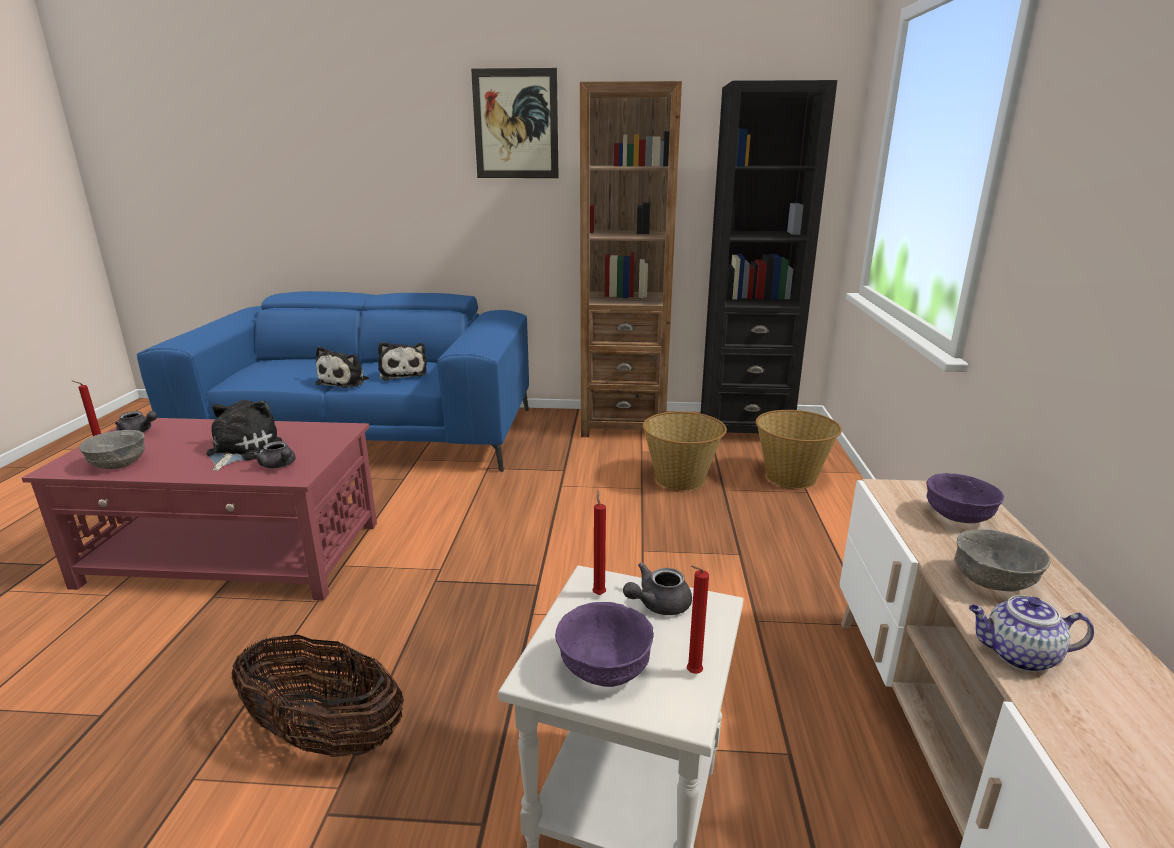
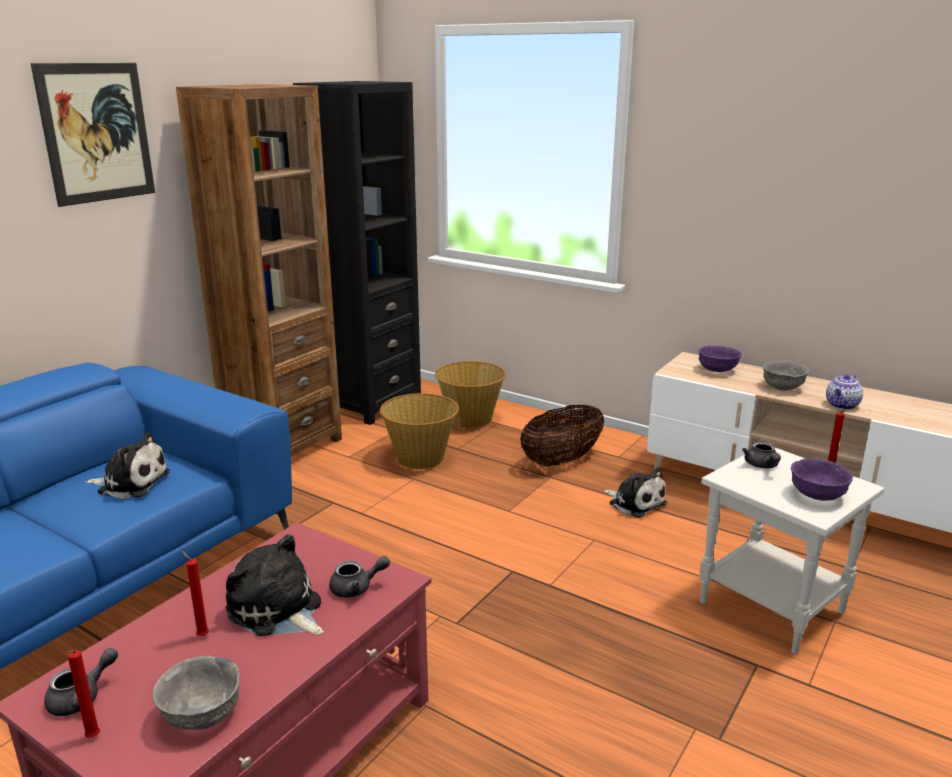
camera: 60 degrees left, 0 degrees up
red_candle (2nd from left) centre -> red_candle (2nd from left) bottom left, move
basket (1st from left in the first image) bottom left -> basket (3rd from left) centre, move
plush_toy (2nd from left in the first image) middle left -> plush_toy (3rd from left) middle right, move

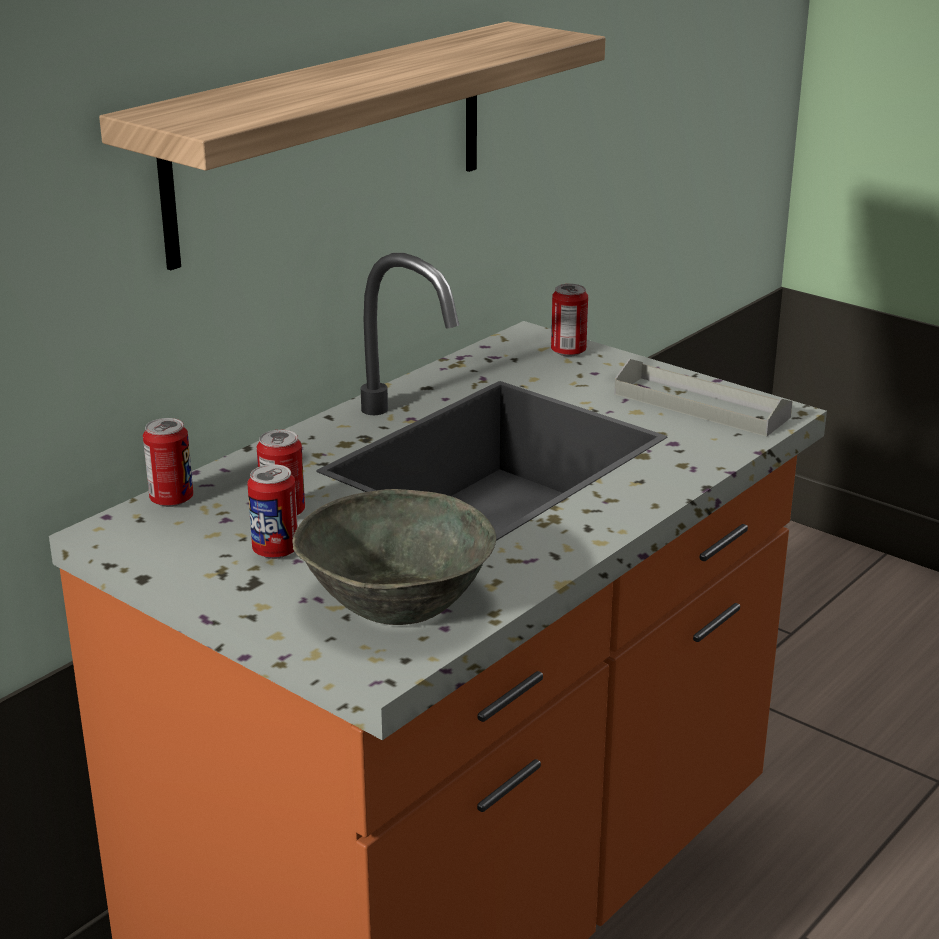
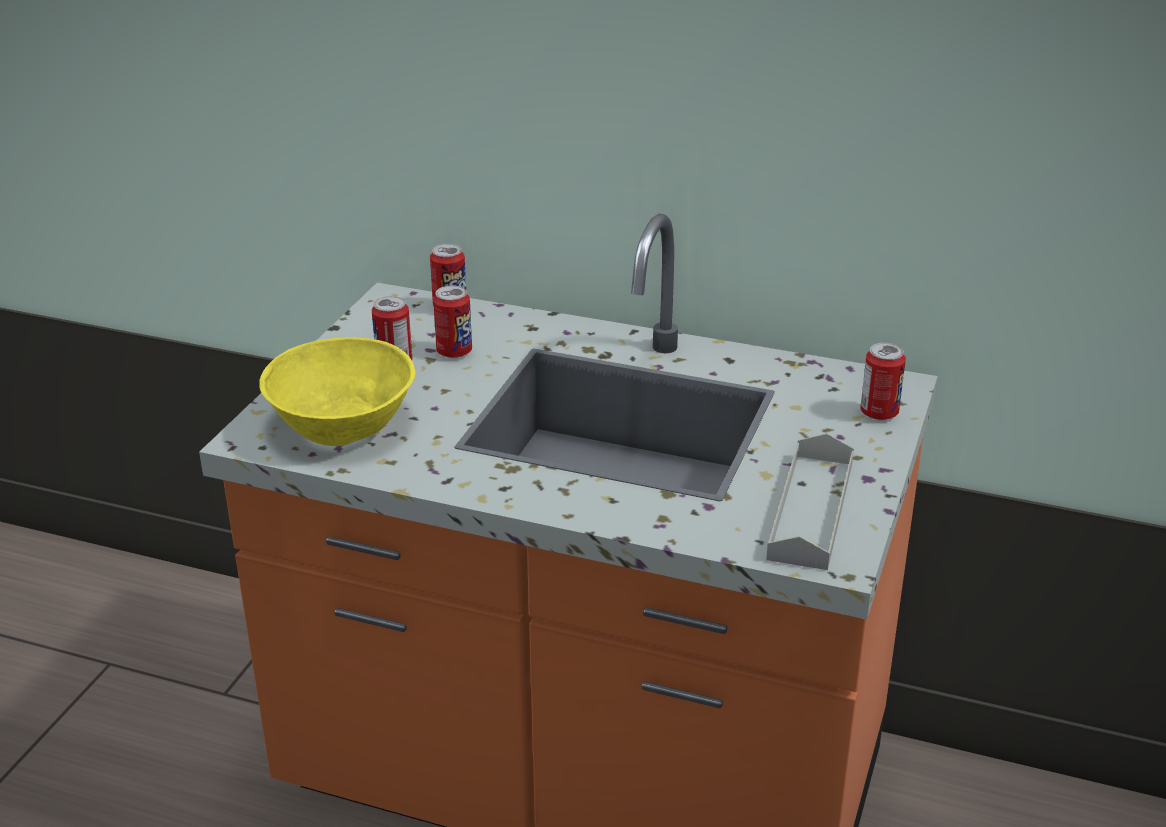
camera: 70 degrees right, 5 degrees up
grey_bowl centre -> yellow_bowl middle left
shelf top centre -> none

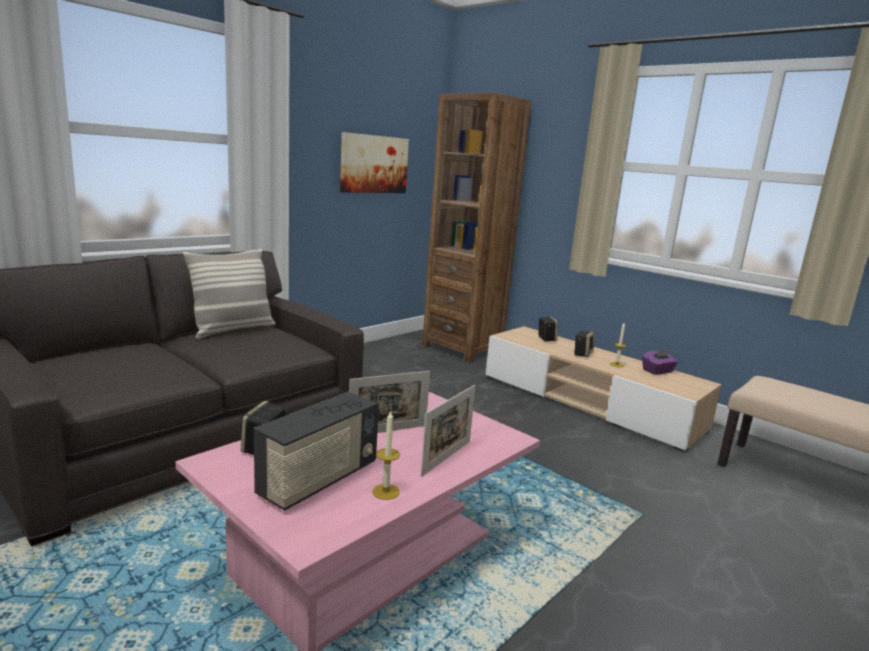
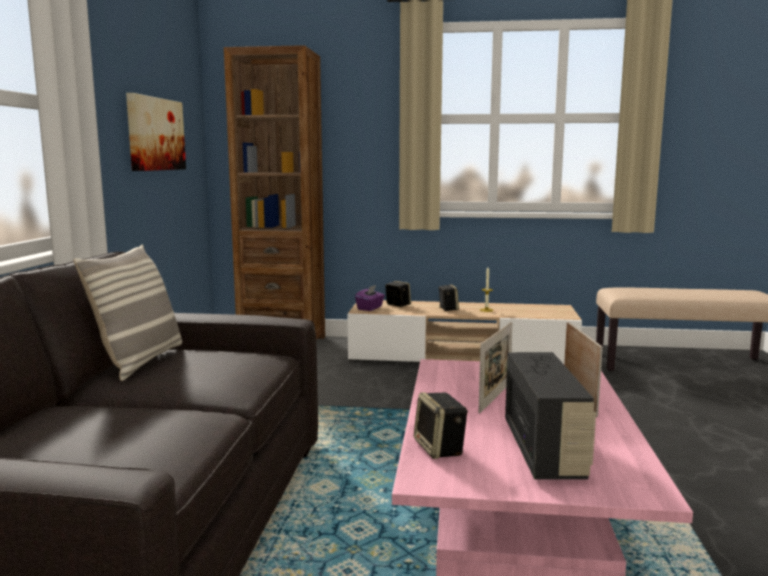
camera: 35 degrees left, 5 degrees down
purple_tissue_box middle right -> purple_tissue_box centre, move
candle (1st from left) bottom centre -> none

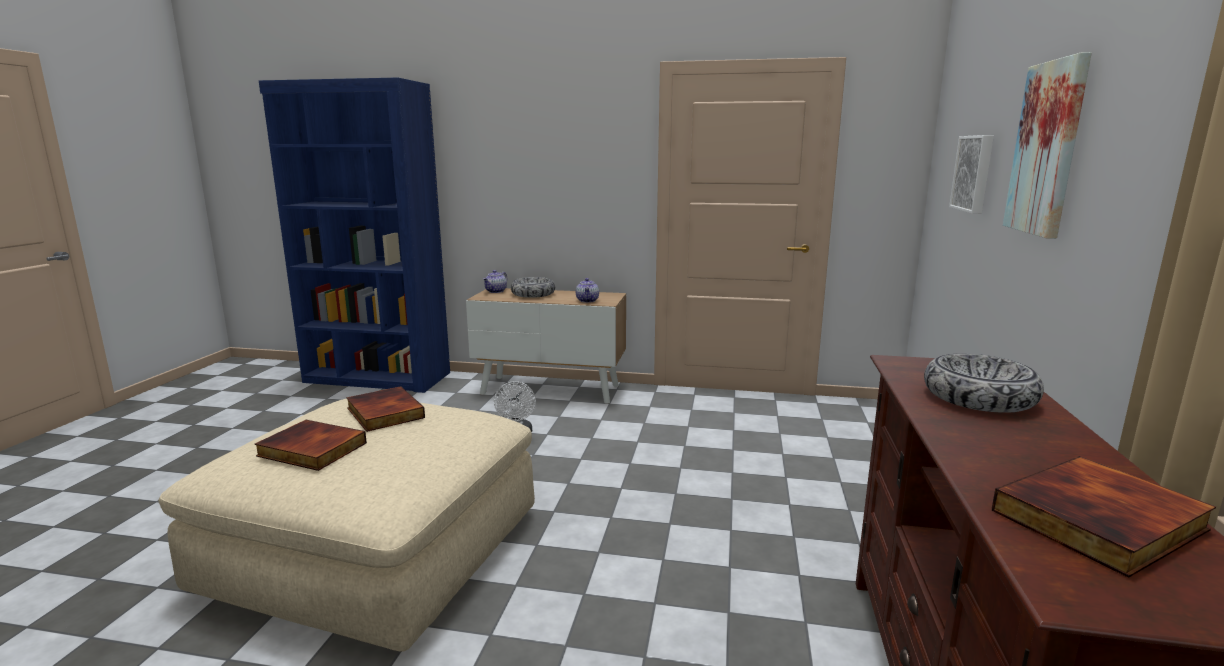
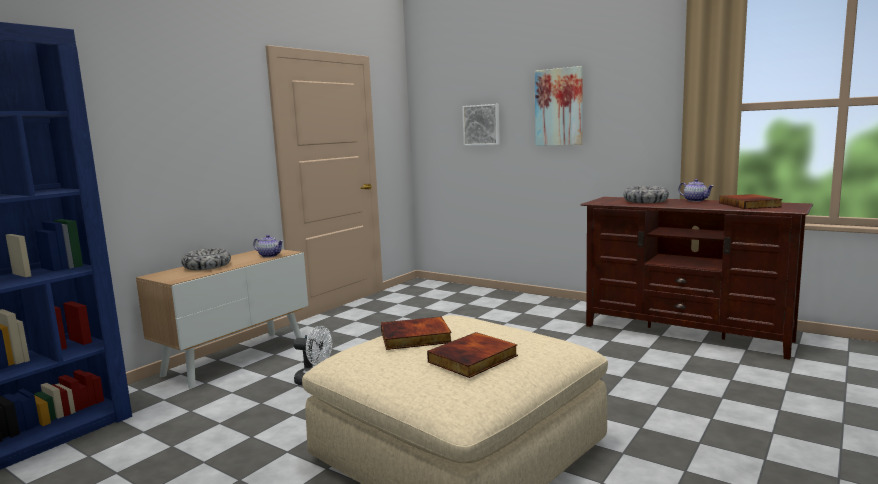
camera: 65 degrees left, 5 degrees down
teapot (1st from left in the first image) centre -> teapot (2nd from left) middle right, move

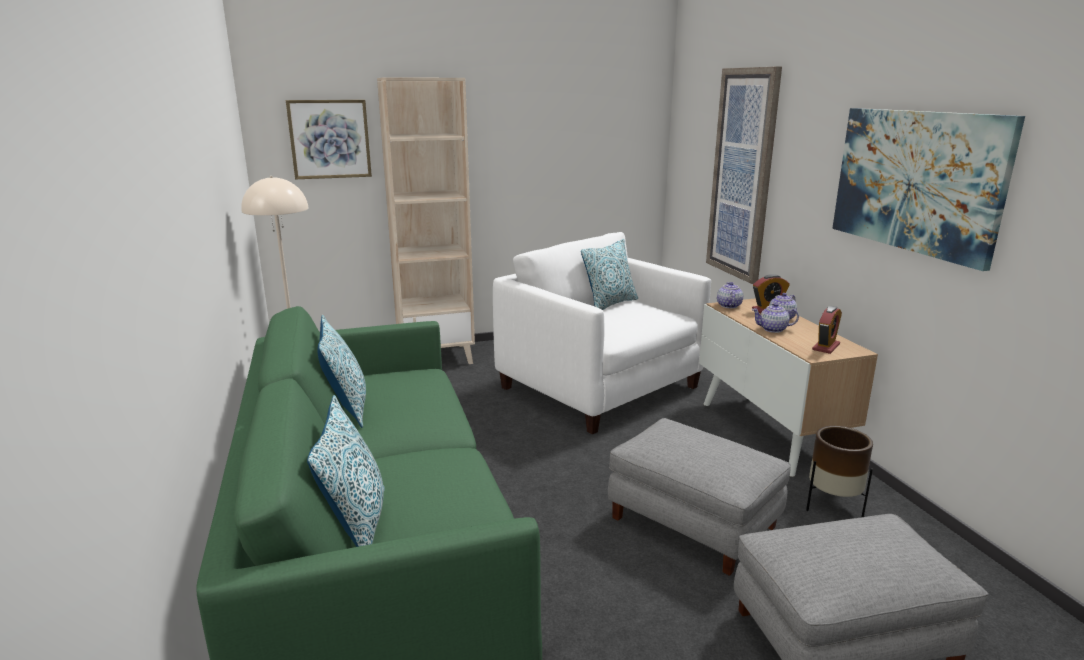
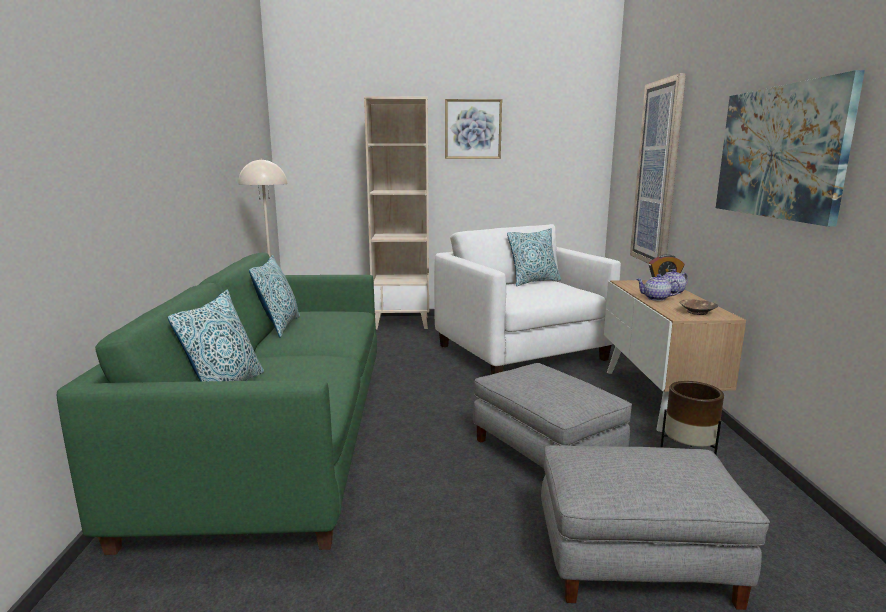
camera: 15 degrees right, 5 degrees down
picture (1st from left) top left -> picture (1st from left) top centre, move
alarm_clock (2nd from left) middle right -> brown_bowl middle right
teapot (1st from left) middle right -> none

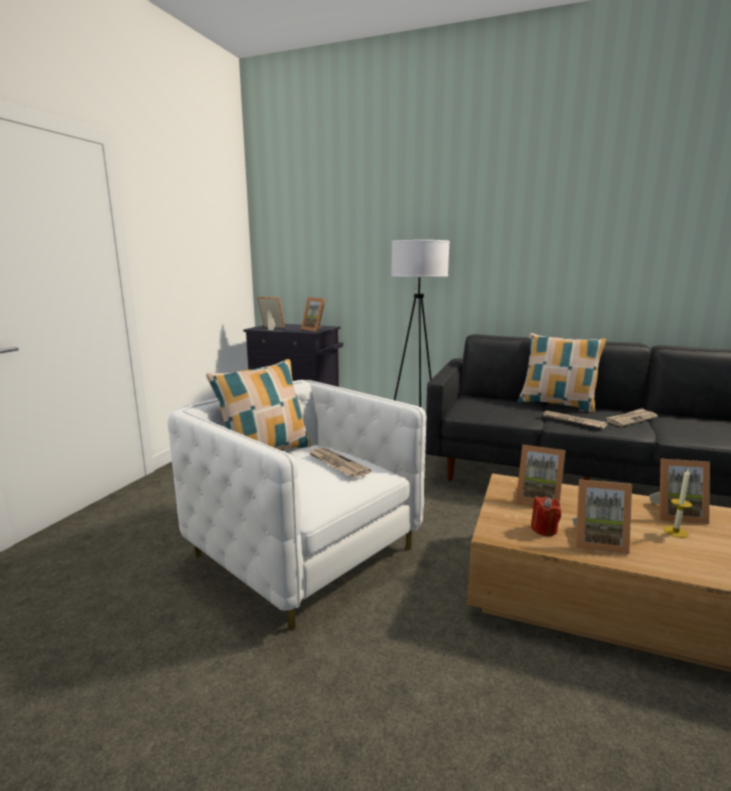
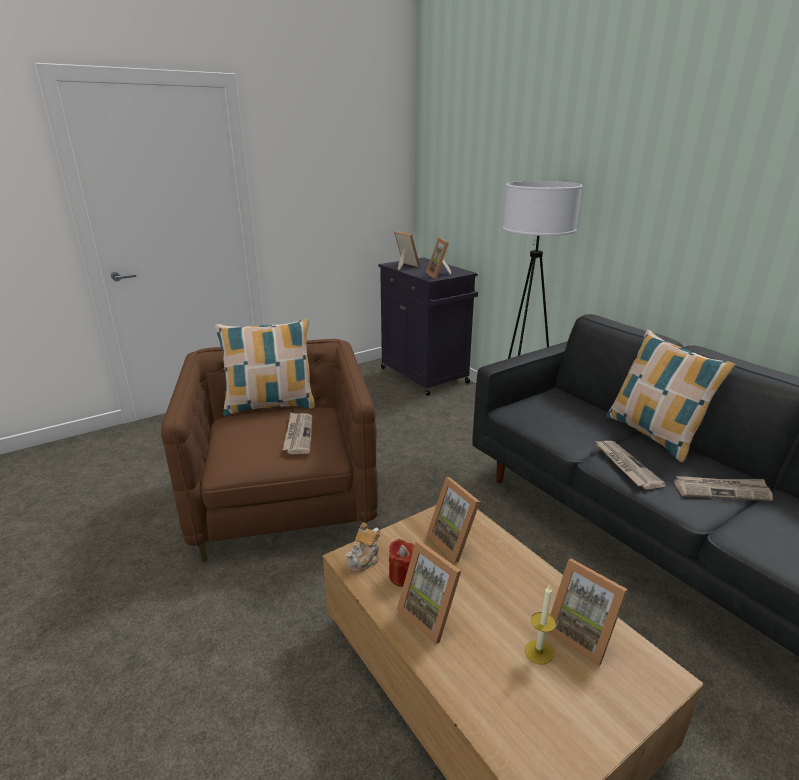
camera: 35 degrees right, 10 degrees up
white_armchair centre -> brown_armchair centre
none -> teapot bottom centre

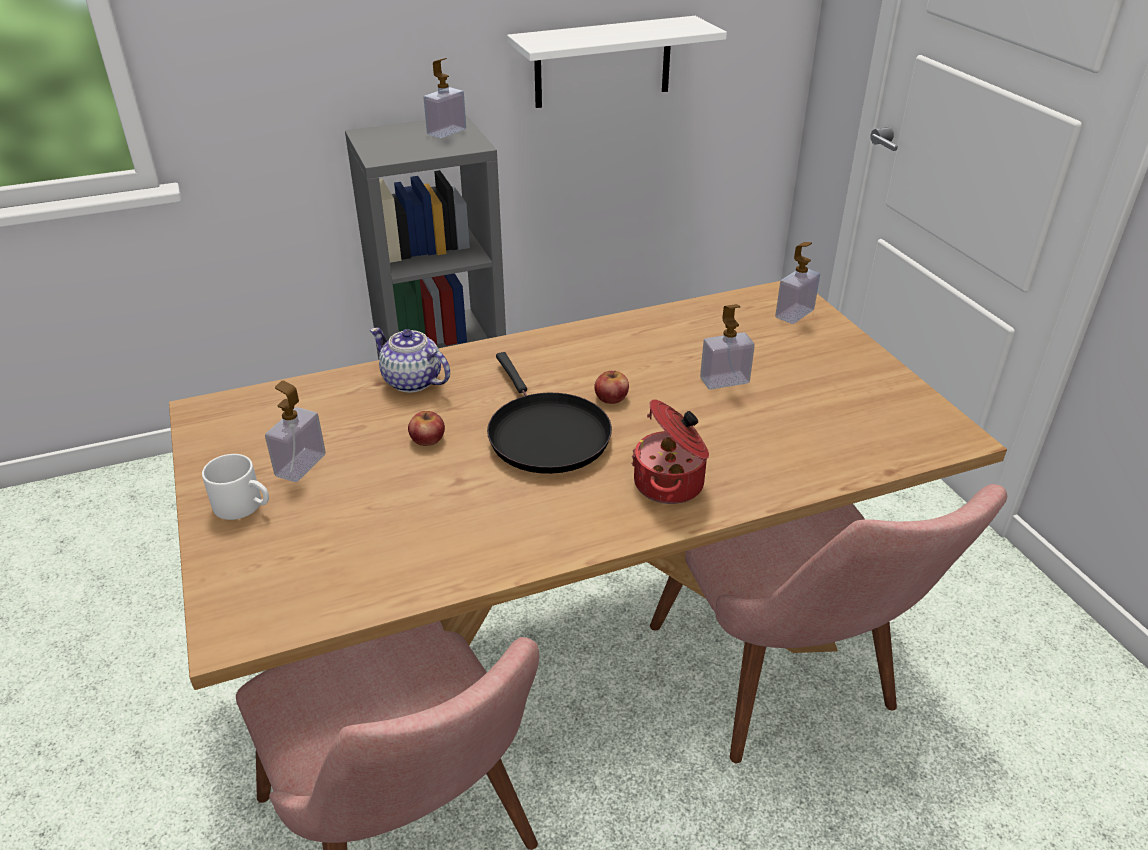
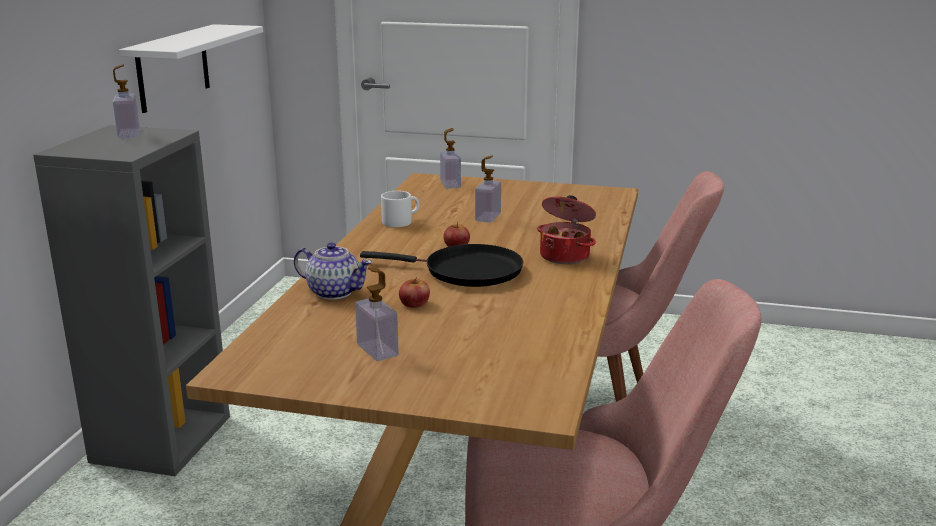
camera: 55 degrees left, 15 degrees down
teapot centre, 135 degrees counterclockwise
white_mug middle left -> white_mug centre, move

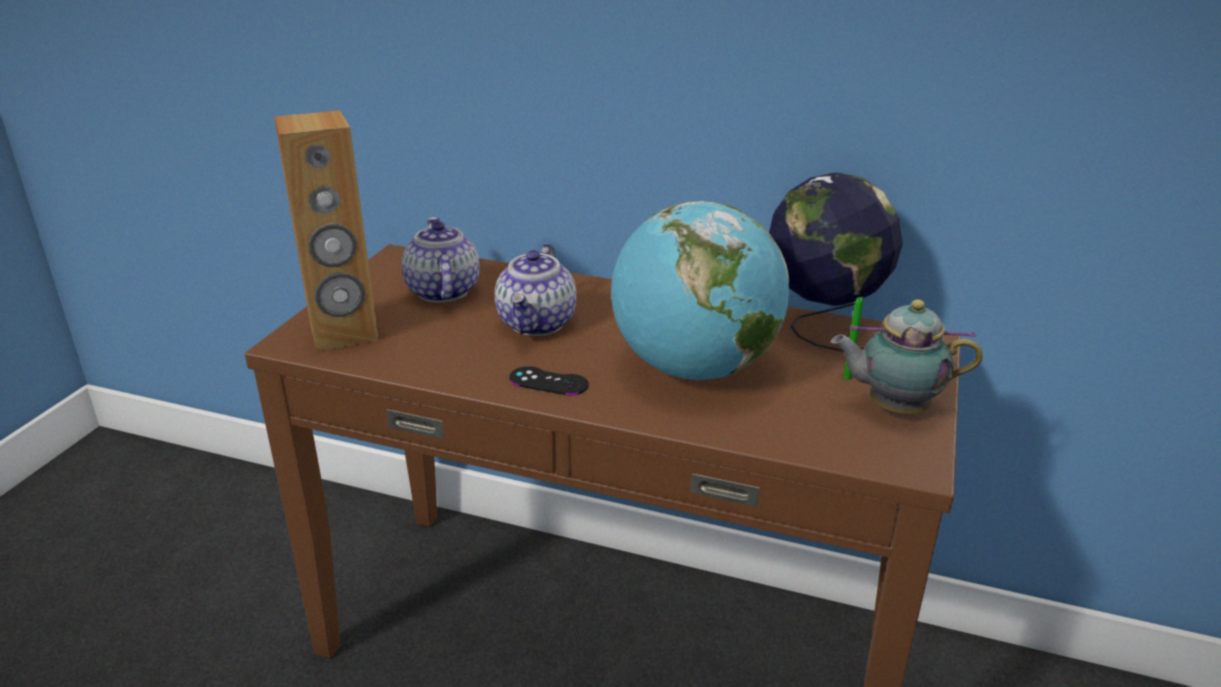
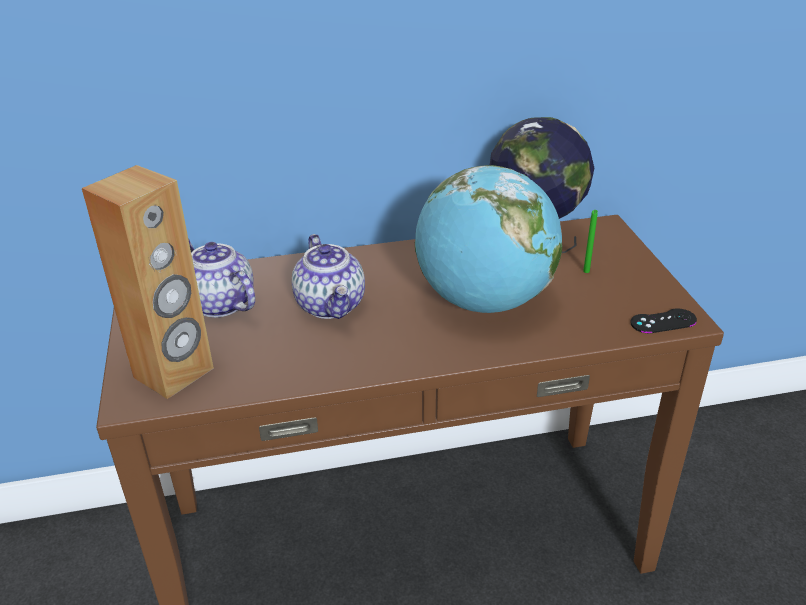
camera: 30 degrees left, 5 degrees up
black_game_controller centre -> black_game_controller middle right, move
teapot (3rd from left) middle right -> none

